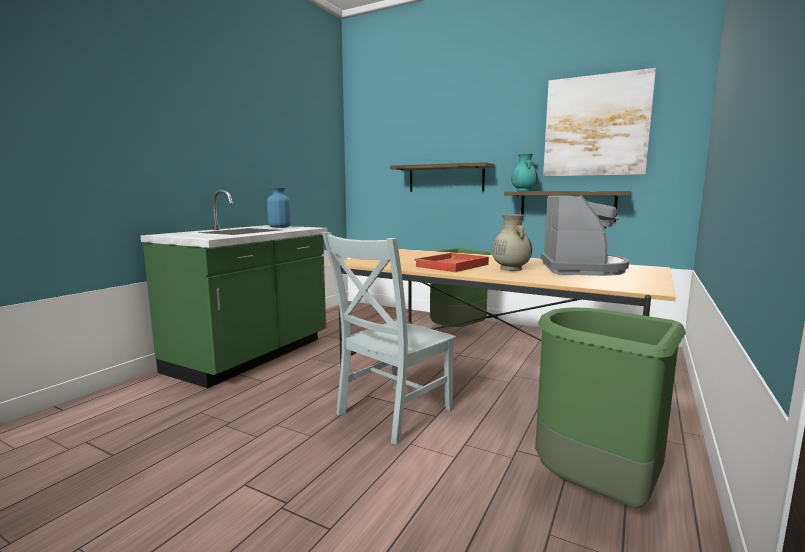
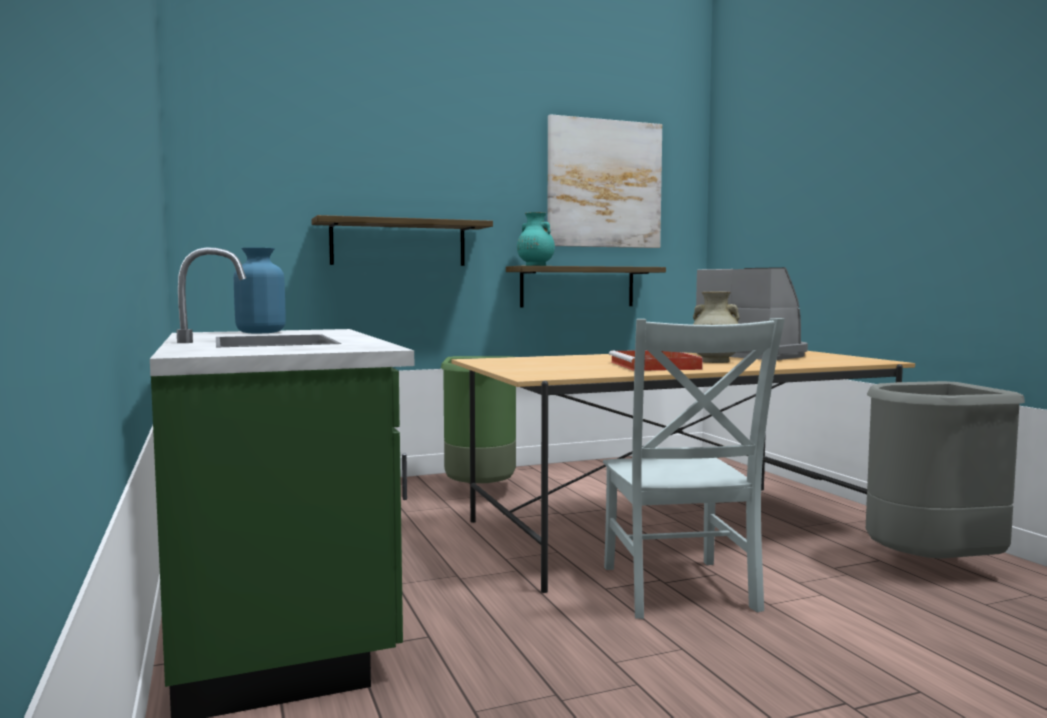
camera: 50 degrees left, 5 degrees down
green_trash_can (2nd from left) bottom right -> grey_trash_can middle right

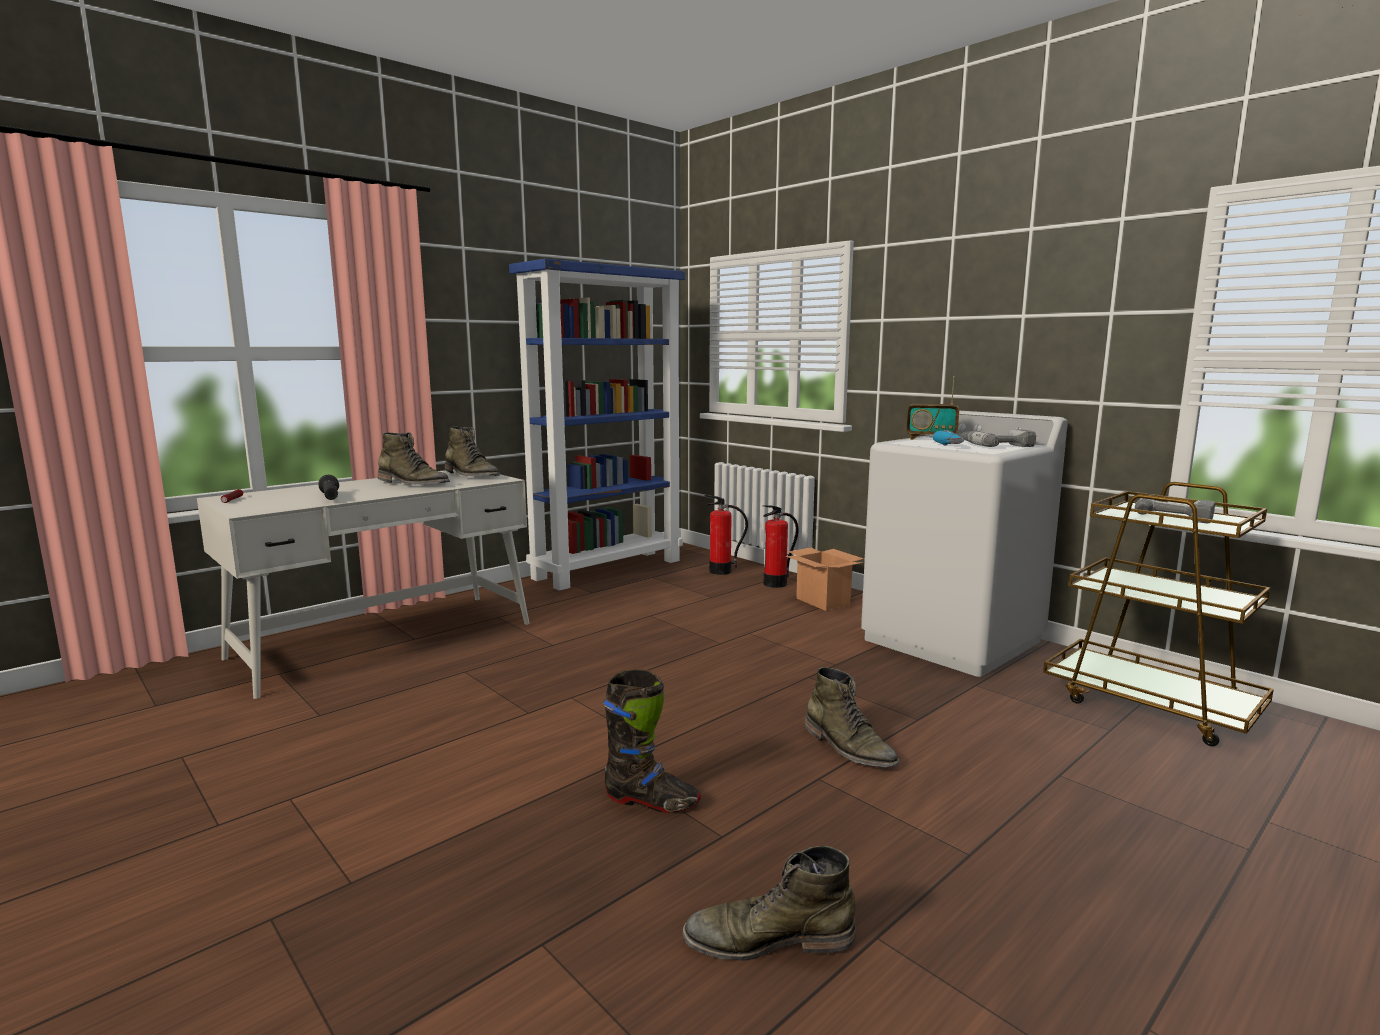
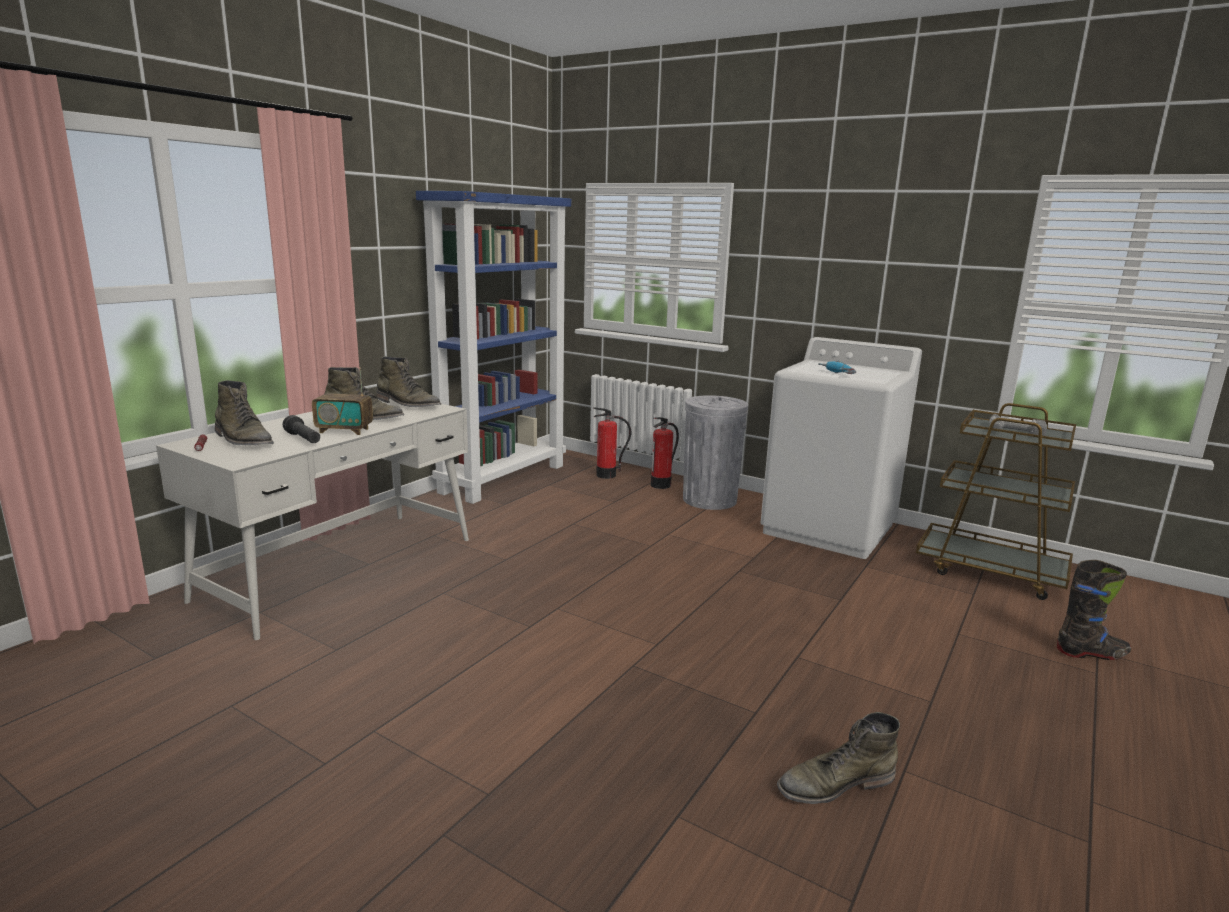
camera: 15 degrees left, 5 degrees up
green_boot (4th from left in the first image) bottom centre -> green_boot (1st from left) middle left, move
radio middle right -> radio middle left, move
cardboard_box centre -> grey_trash_can centre
black_boot bottom centre -> black_boot bottom right, move
power_drill (2nd from left) middle right -> none

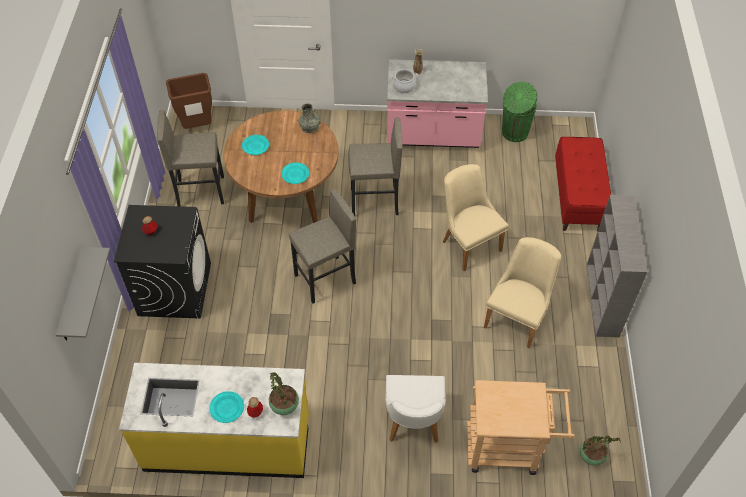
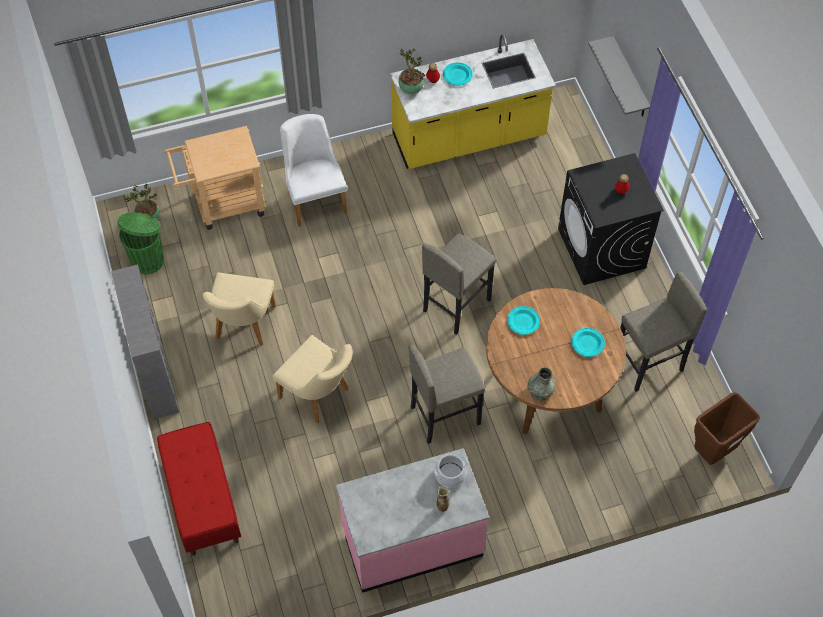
camera: 160 degrees right, 5 degrees up
green_trash_can top right -> green_trash_can middle left, move

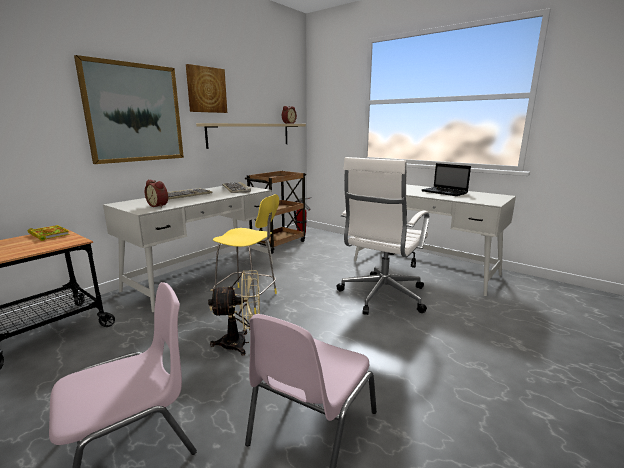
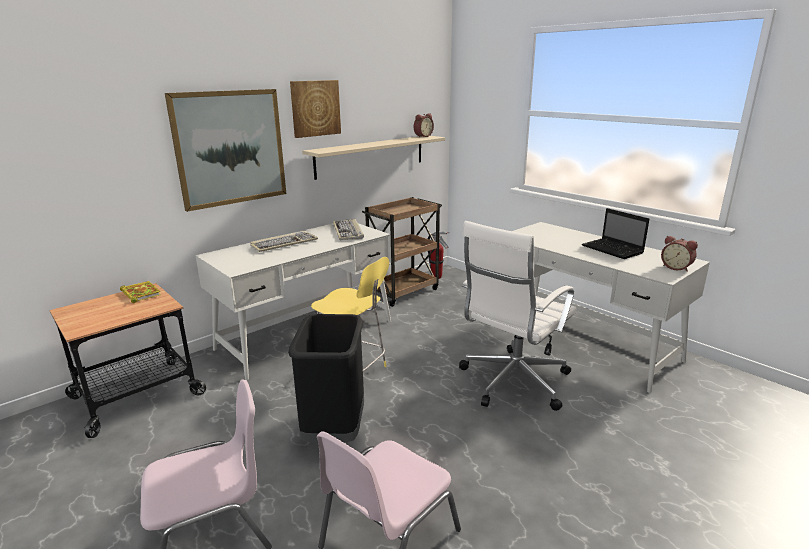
camera: 10 degrees right, 5 degrees up
beige_fan bottom centre -> black_trash_can bottom centre
alarm_clock (1st from left in the first image) middle left -> alarm_clock (2nd from left) middle right, move

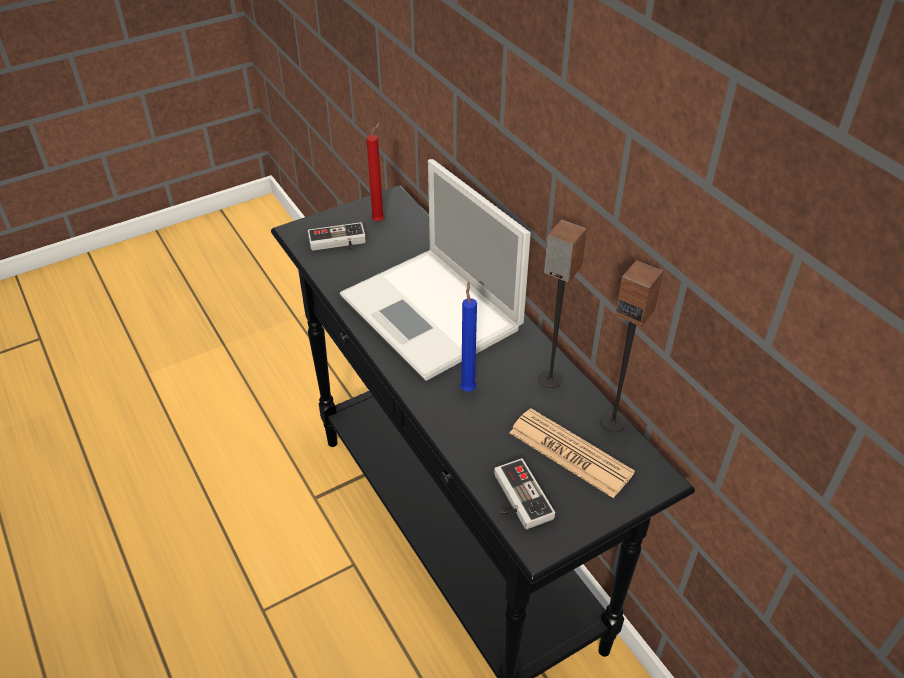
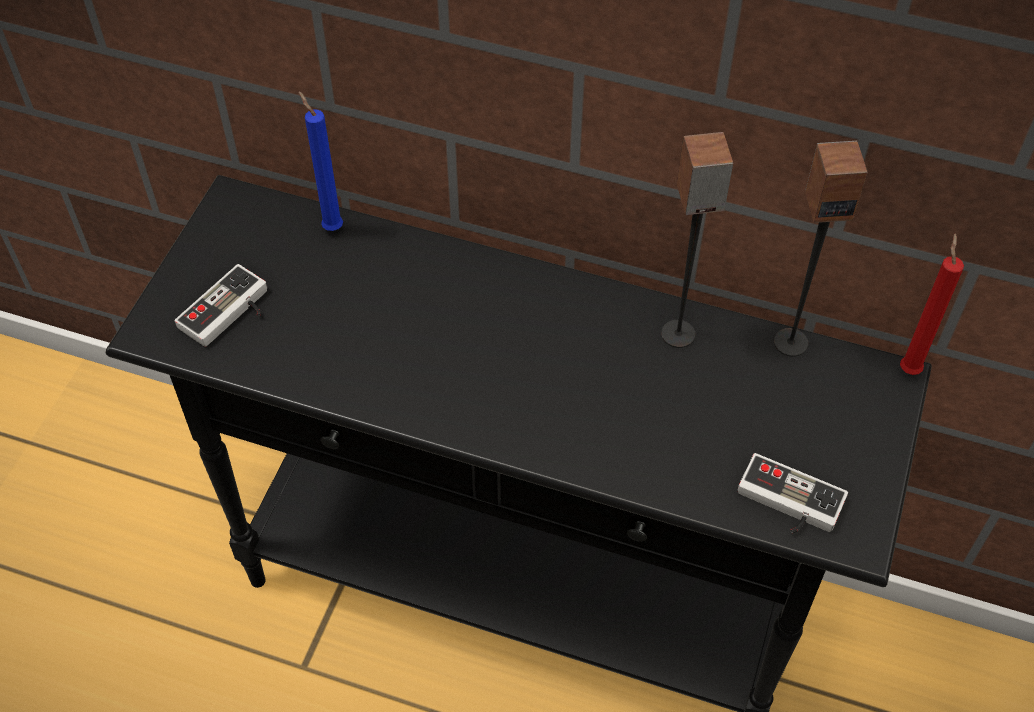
camera: 40 degrees left, 10 degrees up
blue_candle centre -> blue_candle top left, move
red_candle top centre -> red_candle middle right, move
laptop centre -> none
newspaper bottom centre -> none

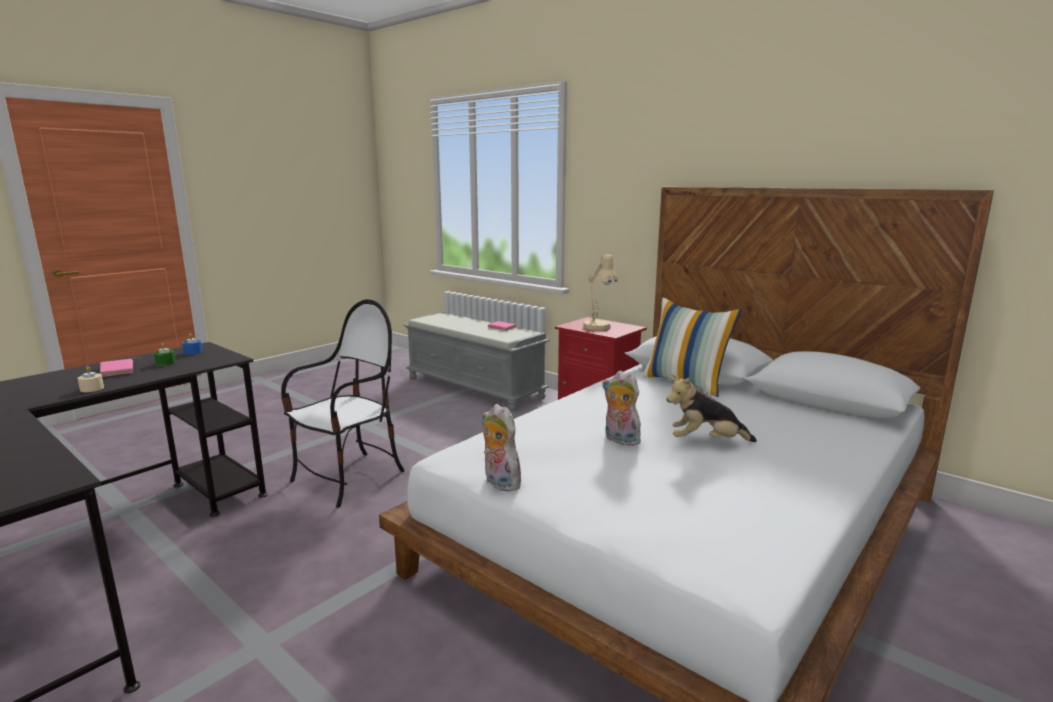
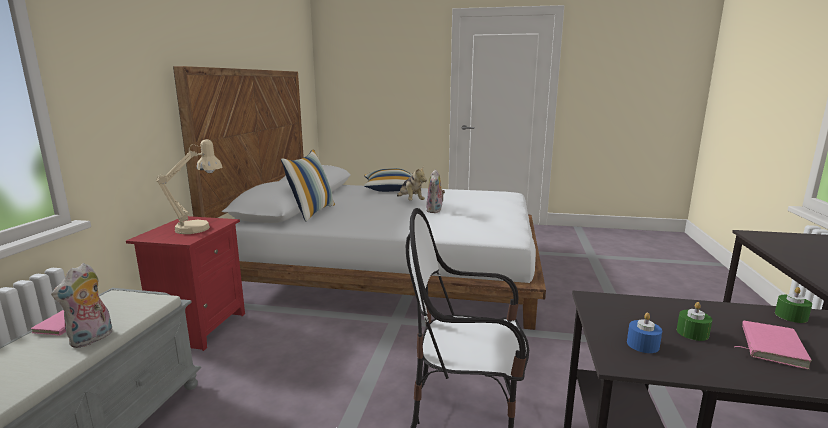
camera: 120 degrees left, 0 degrees up
plush_toy (1st from left) centre -> plush_toy (1st from left) bottom left, move
none -> pillow (2nd from left) centre
beige_candle middle left -> green_candle (2nd from left) bottom right

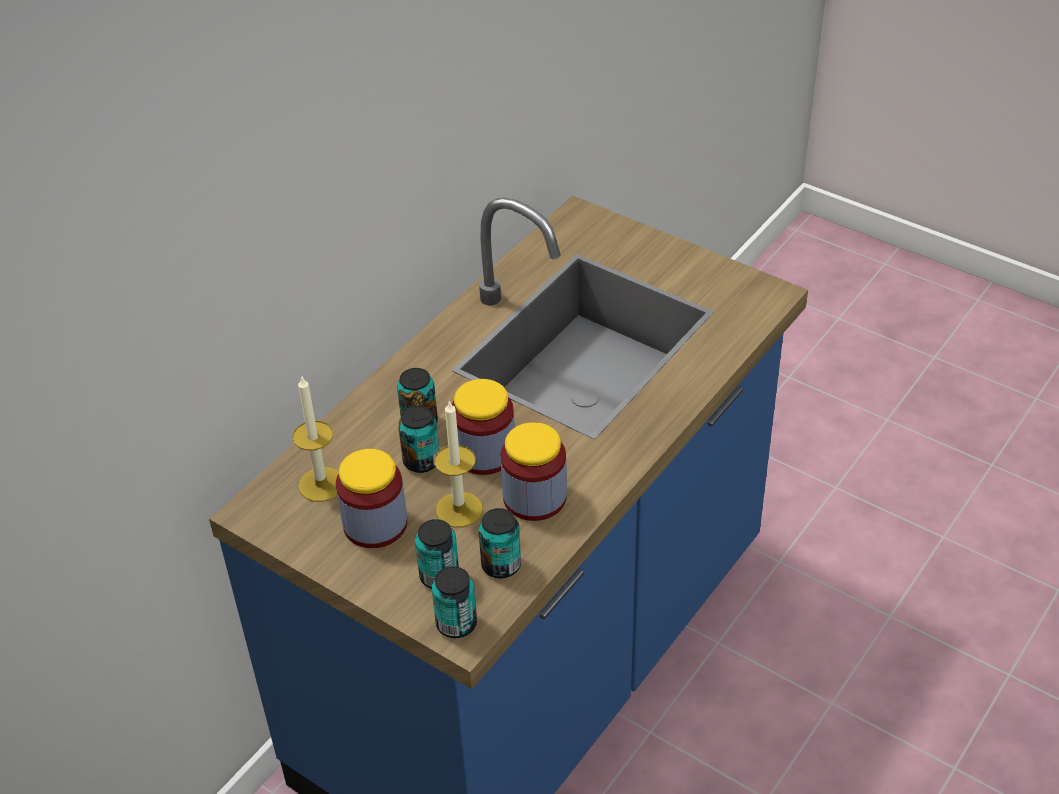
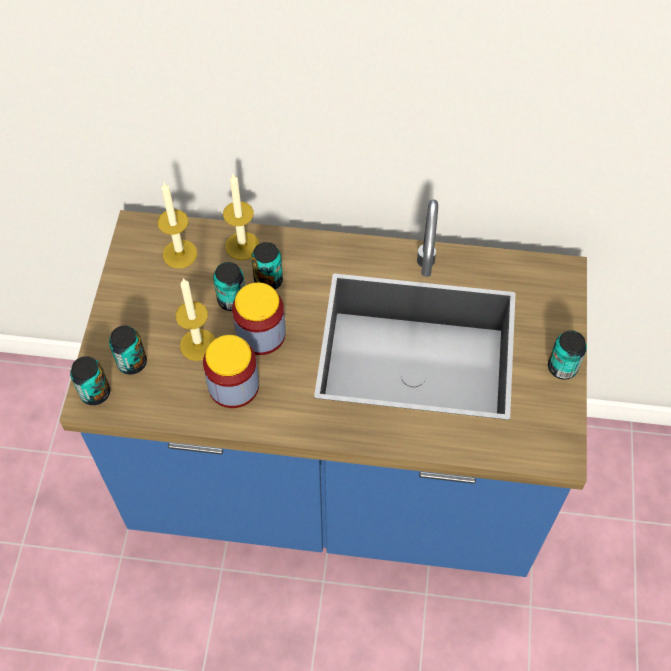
camera: 60 degrees right, 15 degrees up
none -> candle (3rd from left) top centre
can (5th from left) bottom centre -> can (5th from left) middle right, move
jar (1st from left) centre -> none

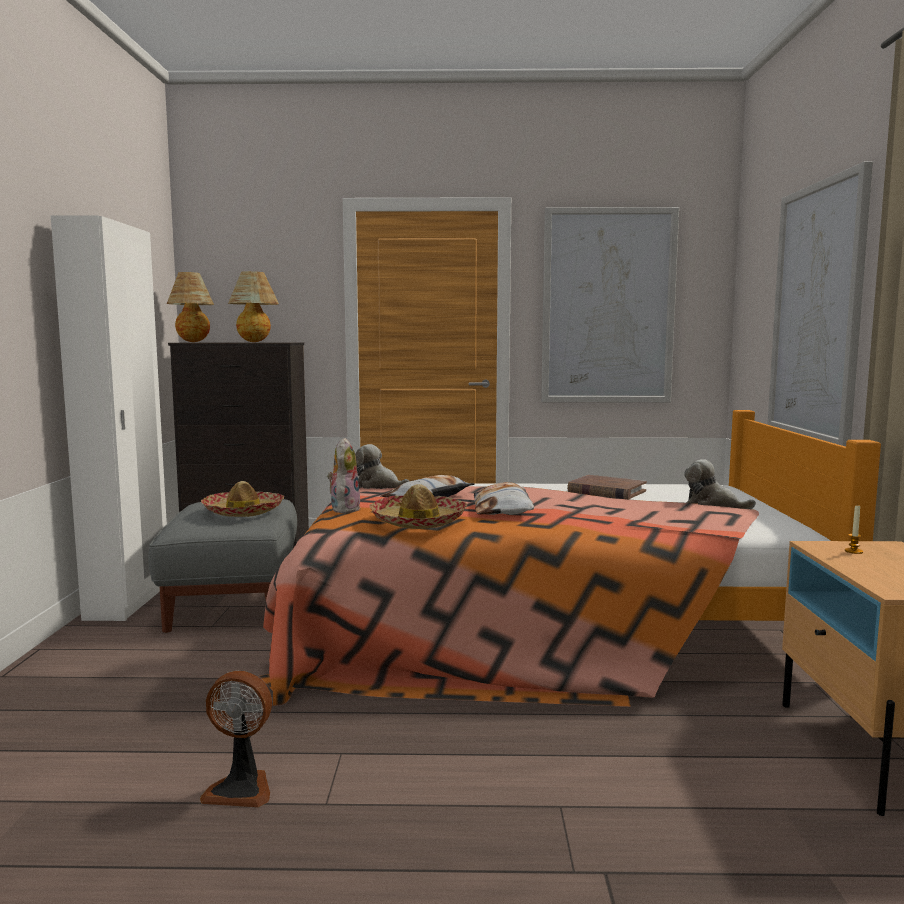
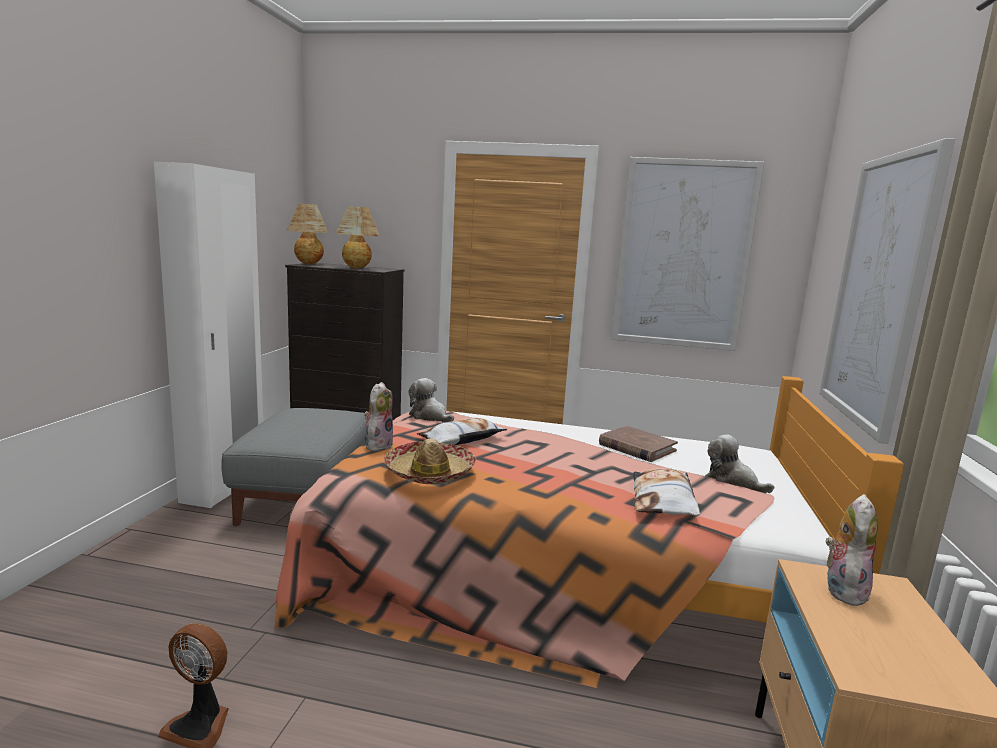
camera: 10 degrees right, 5 degrees up
pillow (2nd from left) centre -> pillow (2nd from left) middle right, move
candle middle right -> plush_toy (4th from left) bottom right
hat (1st from left) middle left -> none

